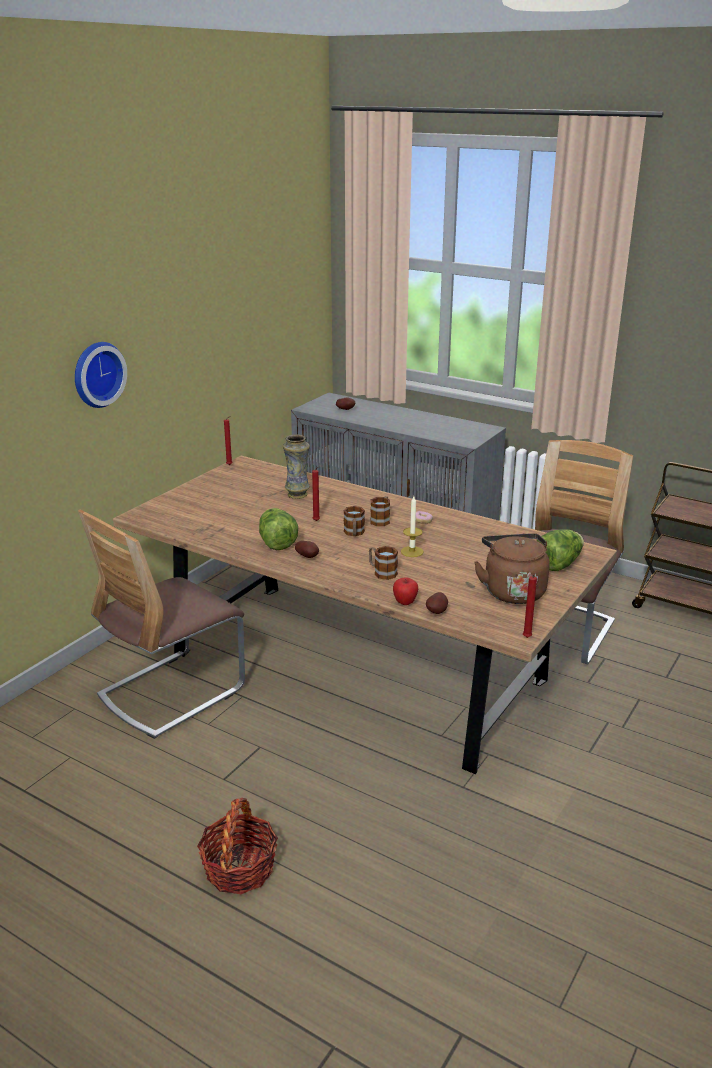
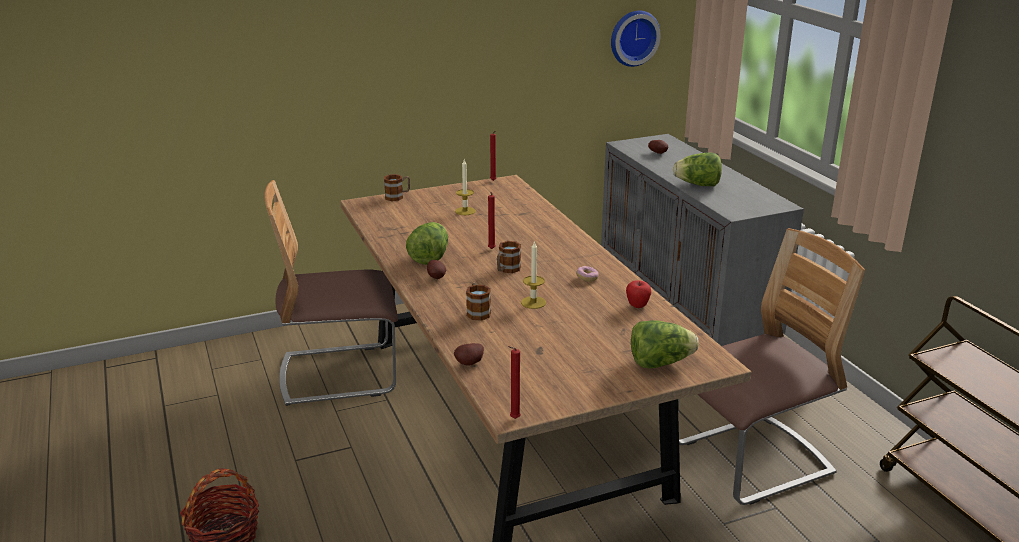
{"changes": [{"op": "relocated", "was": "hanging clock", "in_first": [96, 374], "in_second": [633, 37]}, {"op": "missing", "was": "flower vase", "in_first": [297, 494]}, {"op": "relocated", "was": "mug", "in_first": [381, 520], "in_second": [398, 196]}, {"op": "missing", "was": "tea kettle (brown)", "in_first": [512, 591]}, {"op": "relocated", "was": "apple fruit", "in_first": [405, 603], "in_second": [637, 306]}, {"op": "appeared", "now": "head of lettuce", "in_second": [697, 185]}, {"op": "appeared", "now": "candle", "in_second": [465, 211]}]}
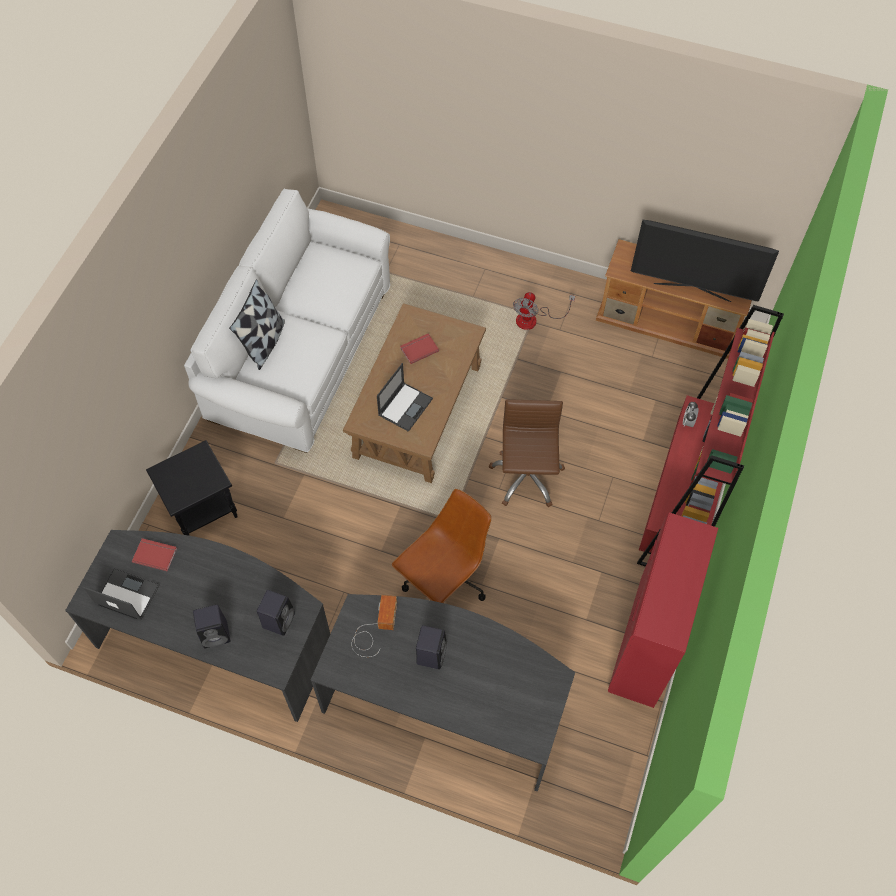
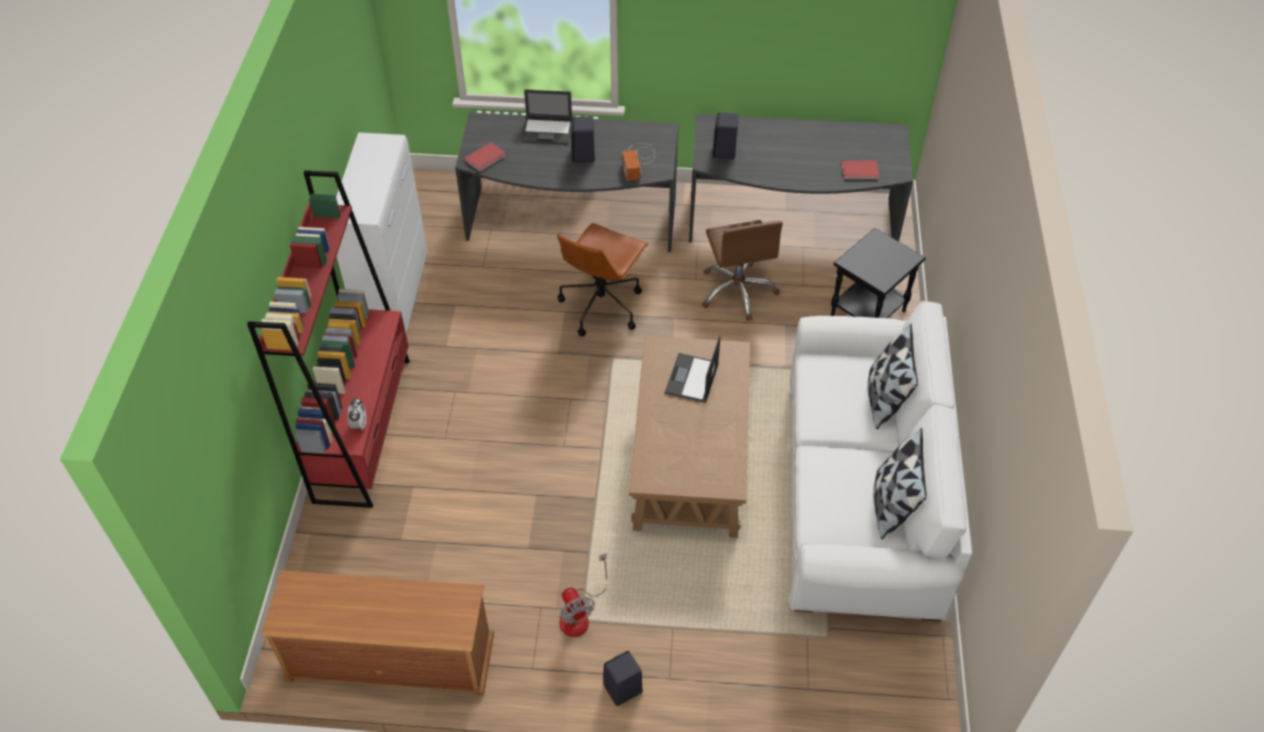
{"changes": [{"op": "missing", "was": "television", "in_first": [692, 291]}, {"op": "spun", "was": "electric fan", "in_first": [533, 319], "in_second": [579, 614], "clockwise": 150}, {"op": "relocated", "was": "book (red-coloured)", "in_first": [418, 349], "in_second": [486, 158]}, {"op": "relocated", "was": "office chair (brown)", "in_first": [526, 477], "in_second": [737, 291]}, {"op": "colour", "was": "cabinet (red-coloured)", "now": "cabinet (white)", "in_first": [646, 645], "in_second": [395, 297]}, {"op": "relocated", "was": "laptop", "in_first": [126, 594], "in_second": [548, 131]}, {"op": "relocated", "was": "speaker (black-coloured)", "in_first": [216, 634], "in_second": [621, 689]}, {"op": "appeared", "now": "throw pillow", "in_second": [891, 504]}]}
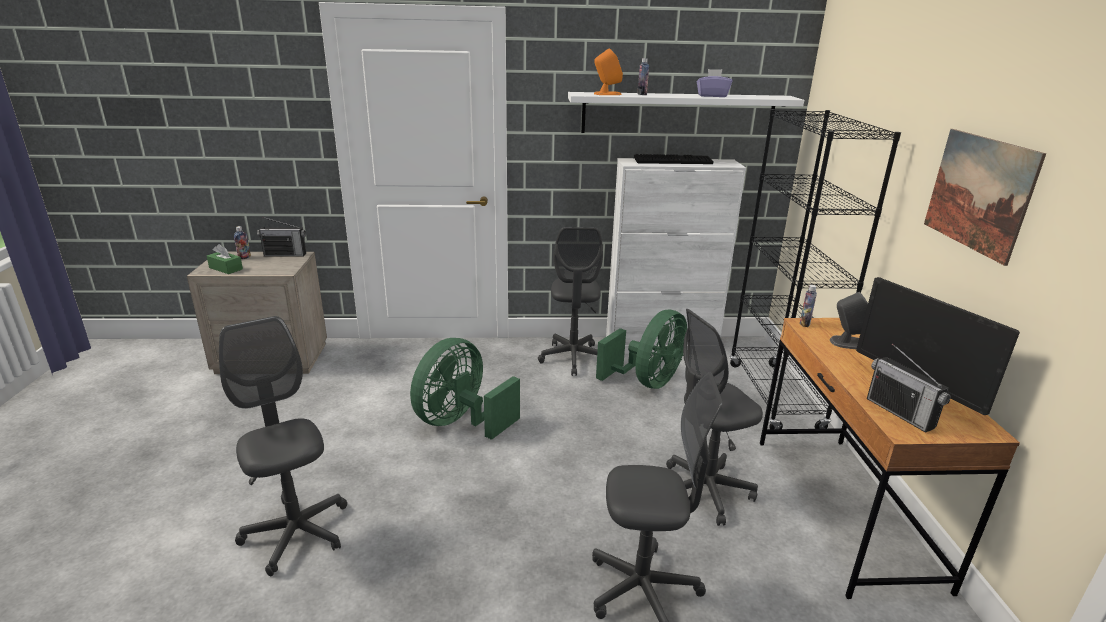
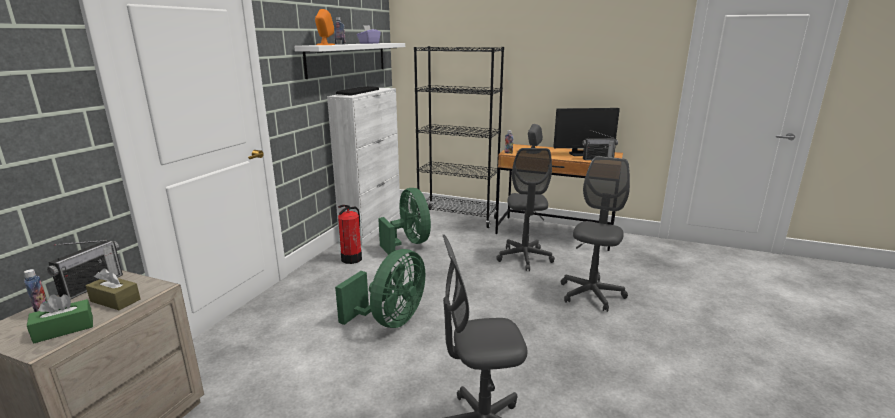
{"changes": [{"op": "missing", "was": "picture", "in_first": [978, 193]}, {"op": "exchanged", "was": "office chair (gray)", "now": "extinguisher", "in_first": [573, 358], "in_second": [352, 259]}, {"op": "spun", "was": "electric fan (greenish)", "in_first": [461, 422], "in_second": [390, 320], "clockwise": -120}, {"op": "appeared", "now": "box of tissues (brown)", "in_second": [115, 300]}]}
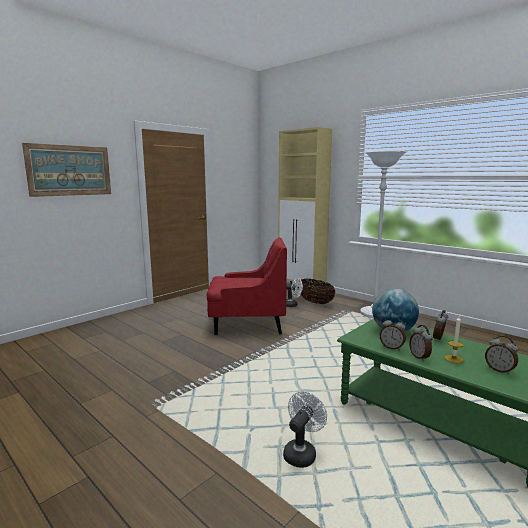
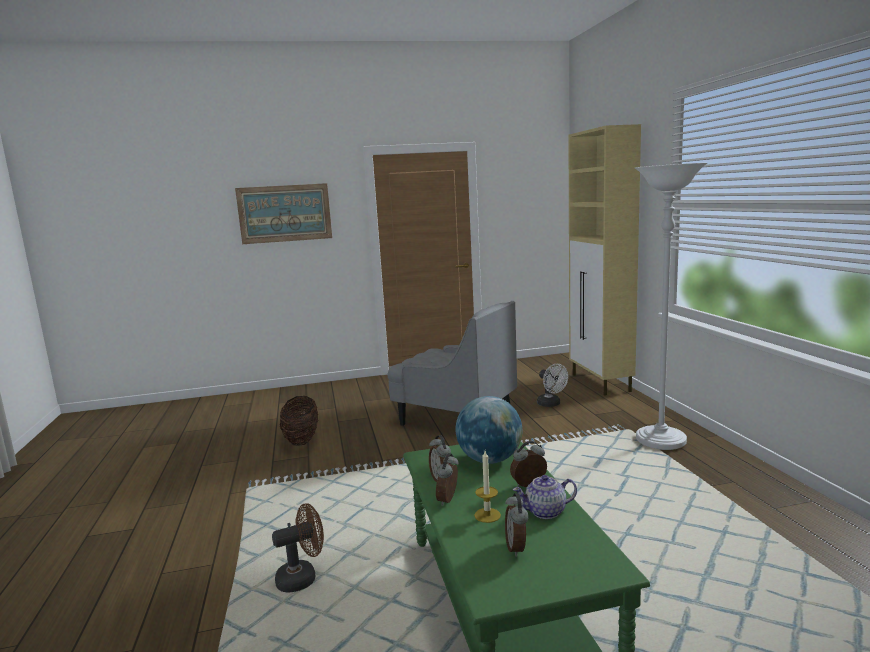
{"changes": [{"op": "colour", "was": "armchair (red-coloured)", "now": "armchair (gray)", "in_first": [247, 324], "in_second": [455, 419]}, {"op": "relocated", "was": "household basket", "in_first": [315, 302], "in_second": [301, 440]}, {"op": "colour", "was": "electric fan (white)", "now": "electric fan (brown)", "in_first": [301, 452], "in_second": [303, 578]}, {"op": "appeared", "now": "teapot", "in_second": [546, 512]}]}
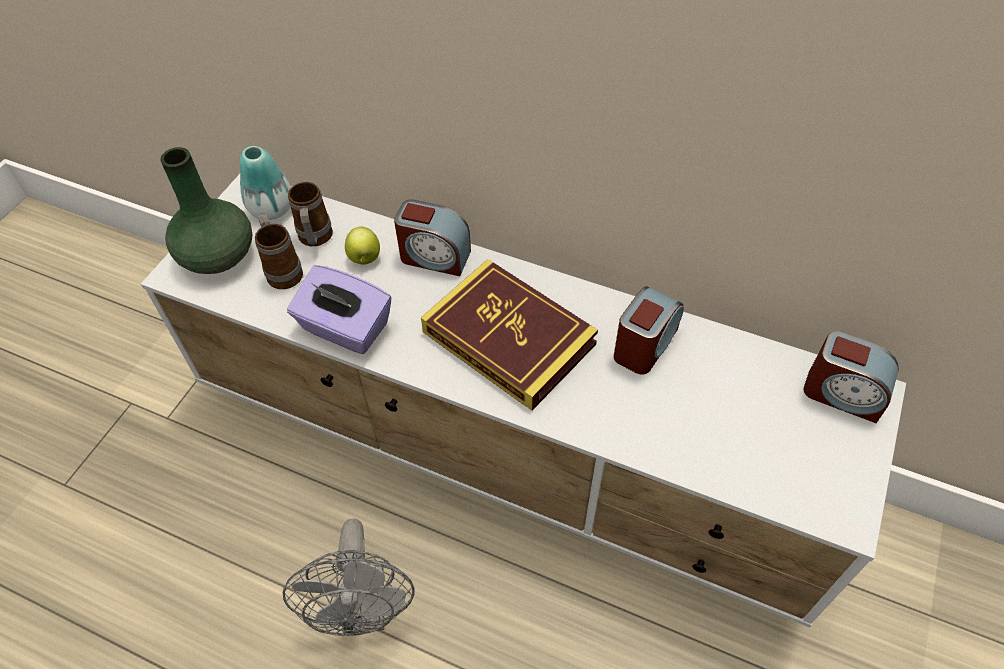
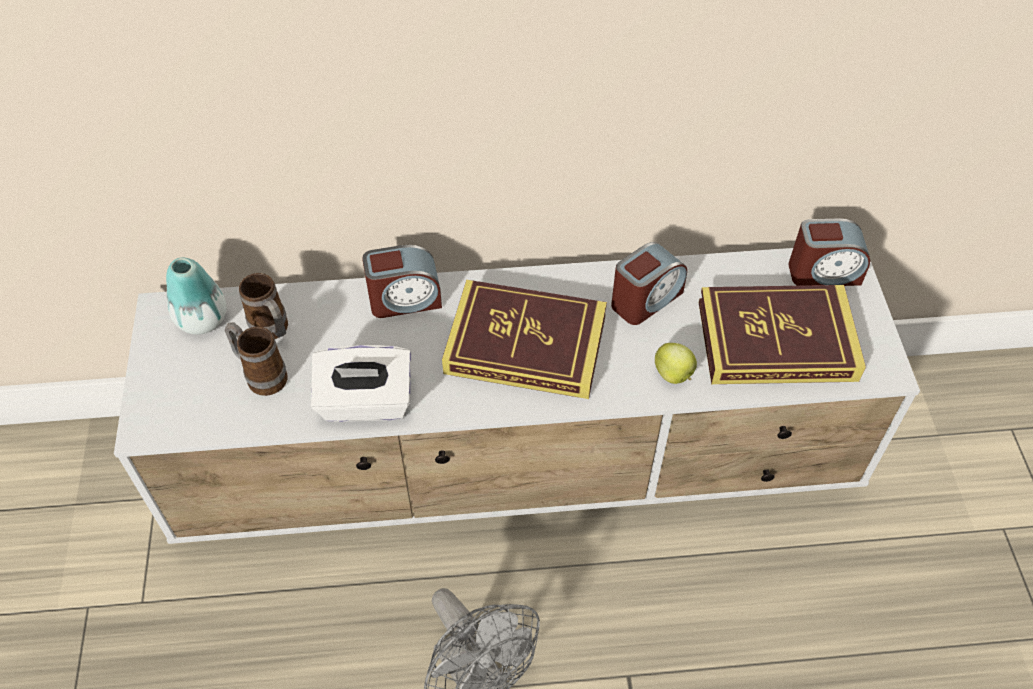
{"changes": [{"op": "missing", "was": "flower vase (greenish)", "in_first": [219, 255]}, {"op": "relocated", "was": "apple fruit", "in_first": [364, 258], "in_second": [674, 375]}, {"op": "colour", "was": "box of tissues (purplish)", "now": "box of tissues (white)", "in_first": [345, 328], "in_second": [365, 403]}, {"op": "spun", "was": "alarm clock", "in_first": [644, 344], "in_second": [645, 299], "clockwise": 45}, {"op": "appeared", "now": "book", "in_second": [776, 341]}]}
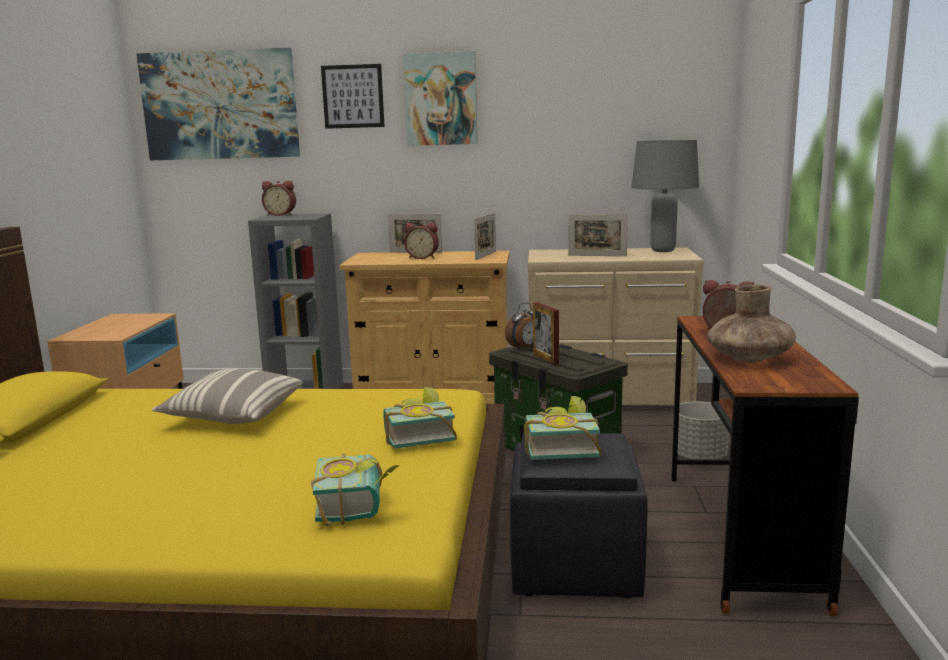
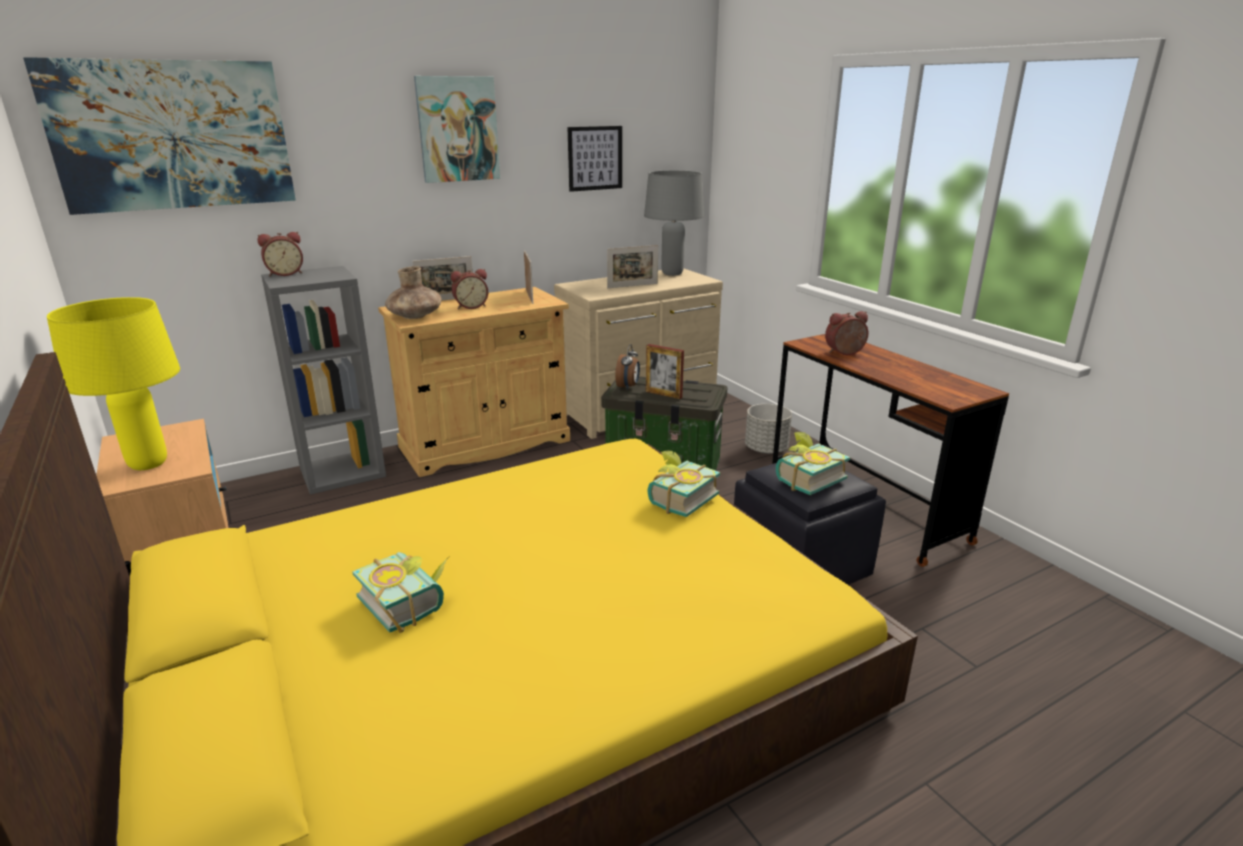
{"changes": [{"op": "relocated", "was": "picture", "in_first": [353, 96], "in_second": [595, 158]}, {"op": "relocated", "was": "flower vase (brown)", "in_first": [749, 358], "in_second": [415, 316]}, {"op": "missing", "was": "throw pillow", "in_first": [233, 415]}, {"op": "relocated", "was": "book", "in_first": [358, 505], "in_second": [409, 602]}, {"op": "appeared", "now": "table lamp (yellowish)", "in_second": [149, 464]}]}
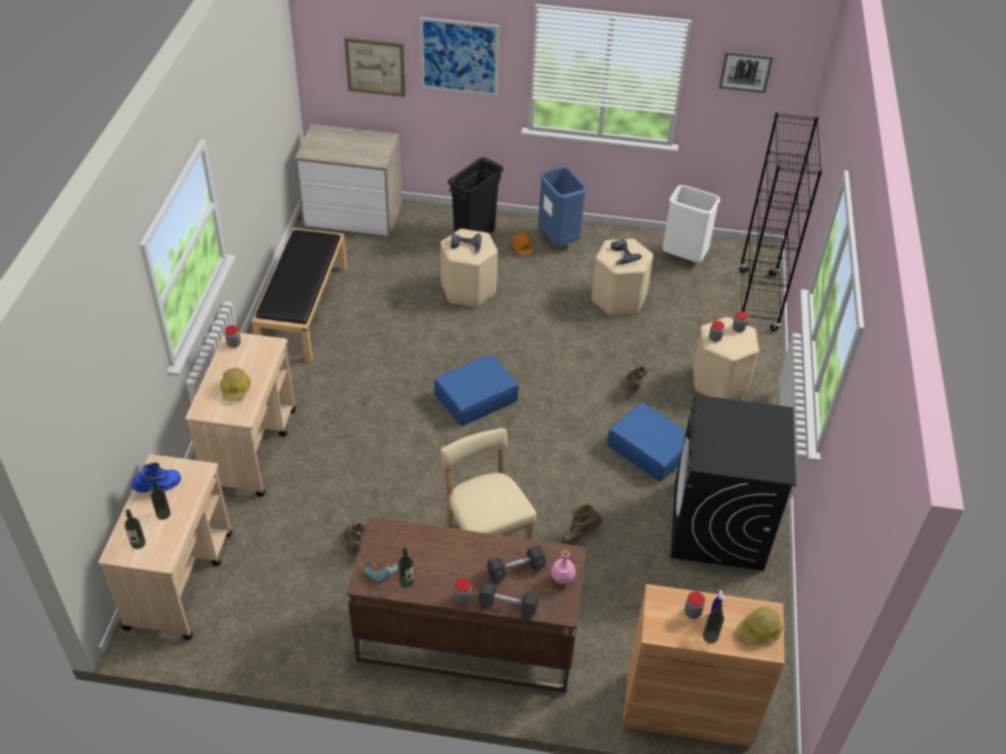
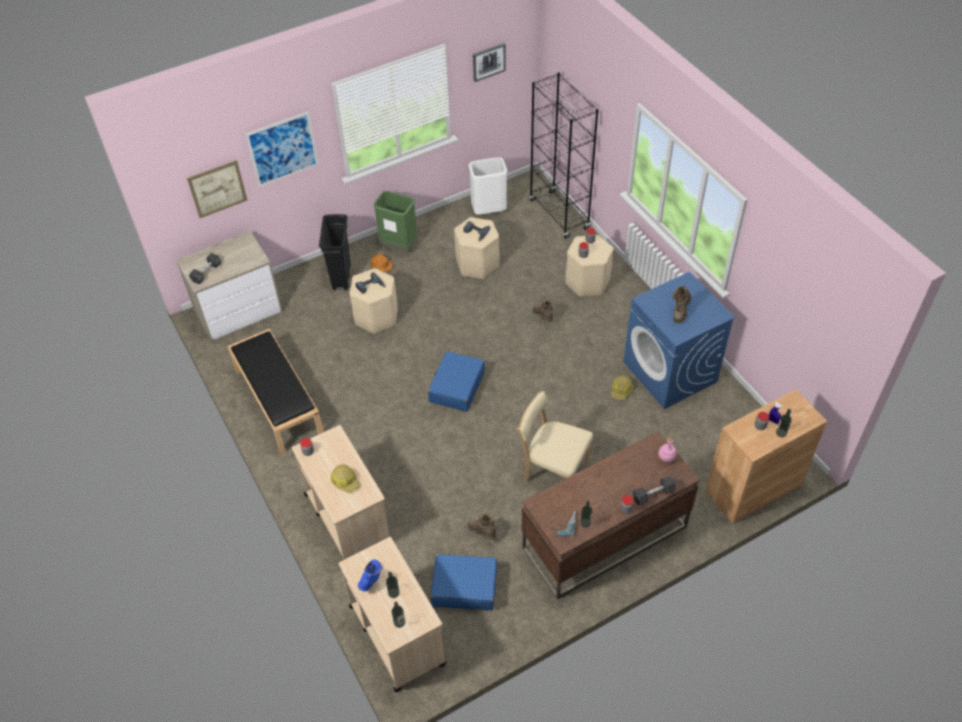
{"changes": [{"op": "colour", "was": "rubbish bin (blue)", "now": "rubbish bin (greenish)", "in_first": [558, 240], "in_second": [399, 246]}, {"op": "colour", "was": "laundry machine (black-coloured)", "now": "laundry machine (blue)", "in_first": [718, 526], "in_second": [670, 372]}, {"op": "relocated", "was": "piece of luggage (blue)", "in_first": [649, 449], "in_second": [464, 587]}, {"op": "relocated", "was": "tall boot (brown)", "in_first": [579, 535], "in_second": [680, 312]}, {"op": "relocated", "was": "dumbbell (black-coloured)", "in_first": [516, 569], "in_second": [206, 273]}, {"op": "relocated", "was": "hard hat", "in_first": [759, 630], "in_second": [621, 390]}]}
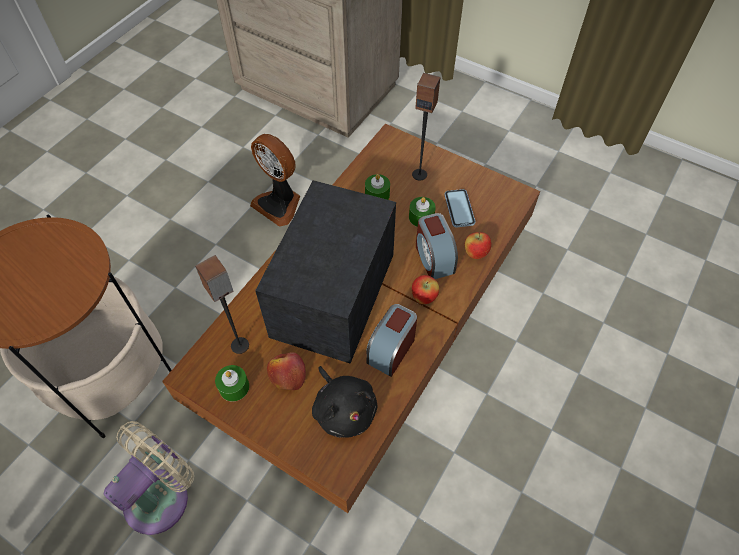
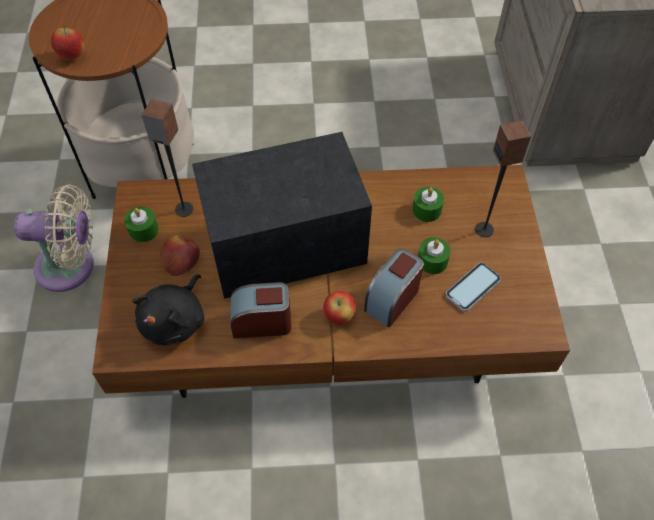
{"changes": [{"op": "missing", "was": "electric fan", "in_first": [279, 204]}, {"op": "relocated", "was": "apple fruit", "in_first": [475, 254], "in_second": [72, 56]}]}
